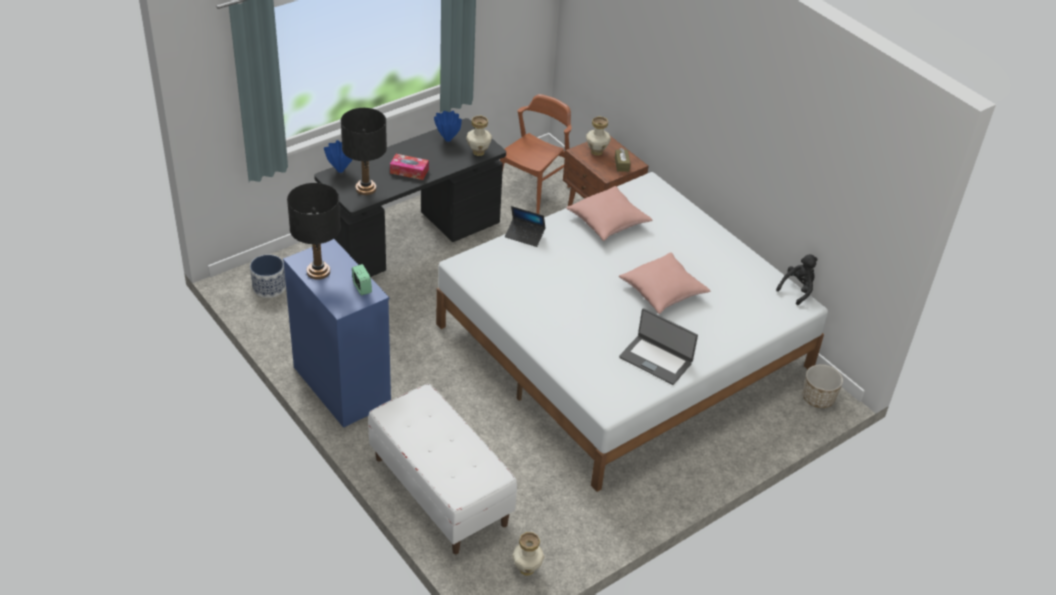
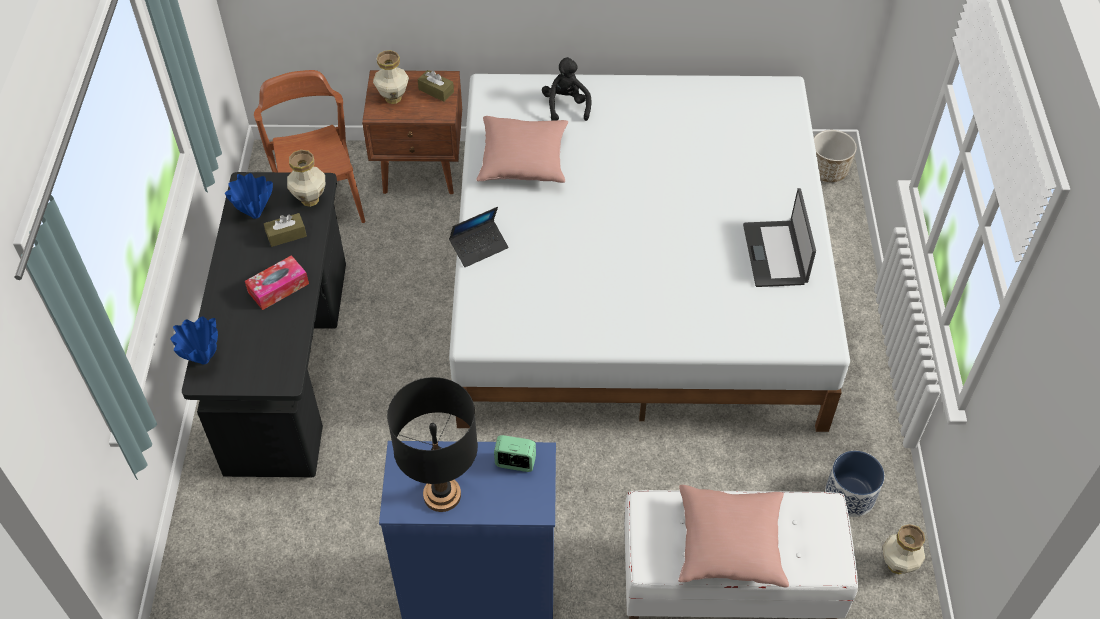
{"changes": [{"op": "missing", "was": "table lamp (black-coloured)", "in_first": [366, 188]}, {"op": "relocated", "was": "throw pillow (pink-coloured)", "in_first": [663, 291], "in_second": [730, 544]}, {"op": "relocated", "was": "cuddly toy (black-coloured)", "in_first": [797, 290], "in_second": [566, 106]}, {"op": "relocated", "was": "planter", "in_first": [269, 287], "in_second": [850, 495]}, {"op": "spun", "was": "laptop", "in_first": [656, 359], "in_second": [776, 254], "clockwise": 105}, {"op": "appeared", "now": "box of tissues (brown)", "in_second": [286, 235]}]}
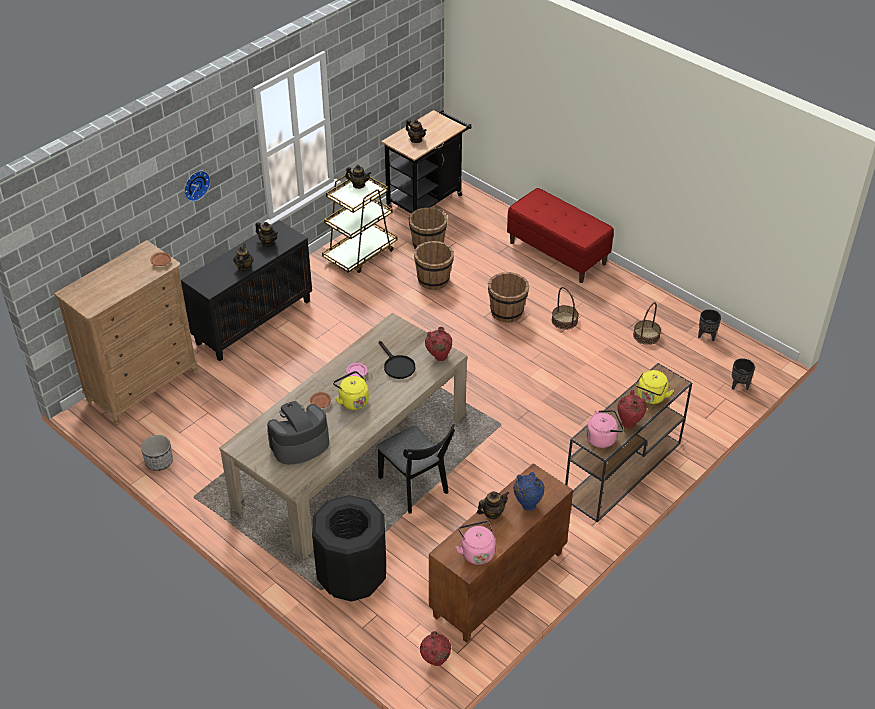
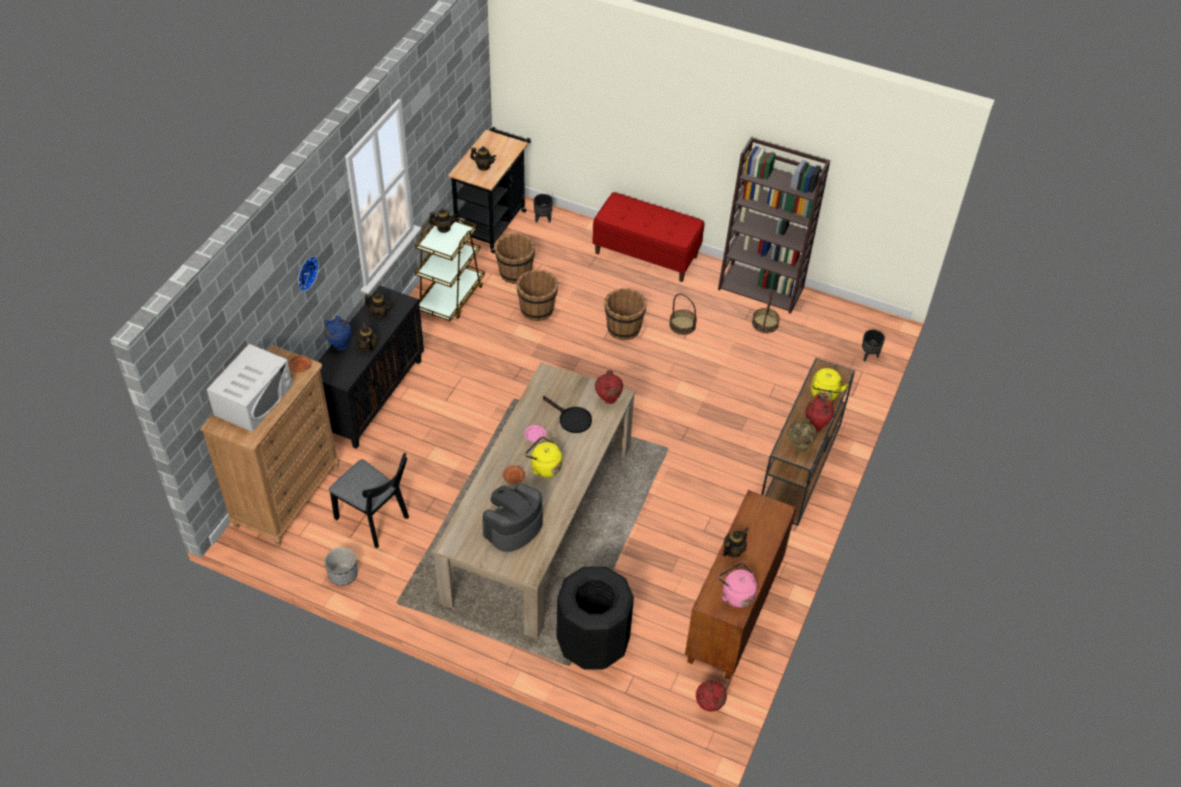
{"changes": [{"op": "relocated", "was": "planter (black-coloured)", "in_first": [706, 336], "in_second": [542, 219]}, {"op": "exchanged", "was": "tea kettle (pink-coloured)", "now": "flower vase (beige-coloured)", "in_first": [603, 438], "in_second": [799, 447]}, {"op": "relocated", "was": "chair (black-coloured)", "in_first": [416, 488], "in_second": [375, 521]}, {"op": "relocated", "was": "flower vase (blue)", "in_first": [527, 504], "in_second": [340, 345]}, {"op": "appeared", "now": "bookcase (brown)", "in_second": [762, 288]}, {"op": "appeared", "now": "microwave oven (white)", "in_second": [254, 400]}]}
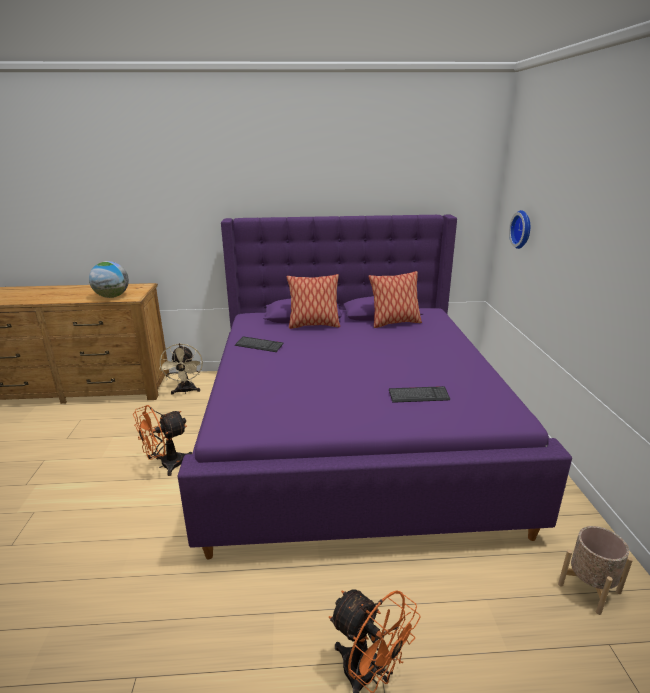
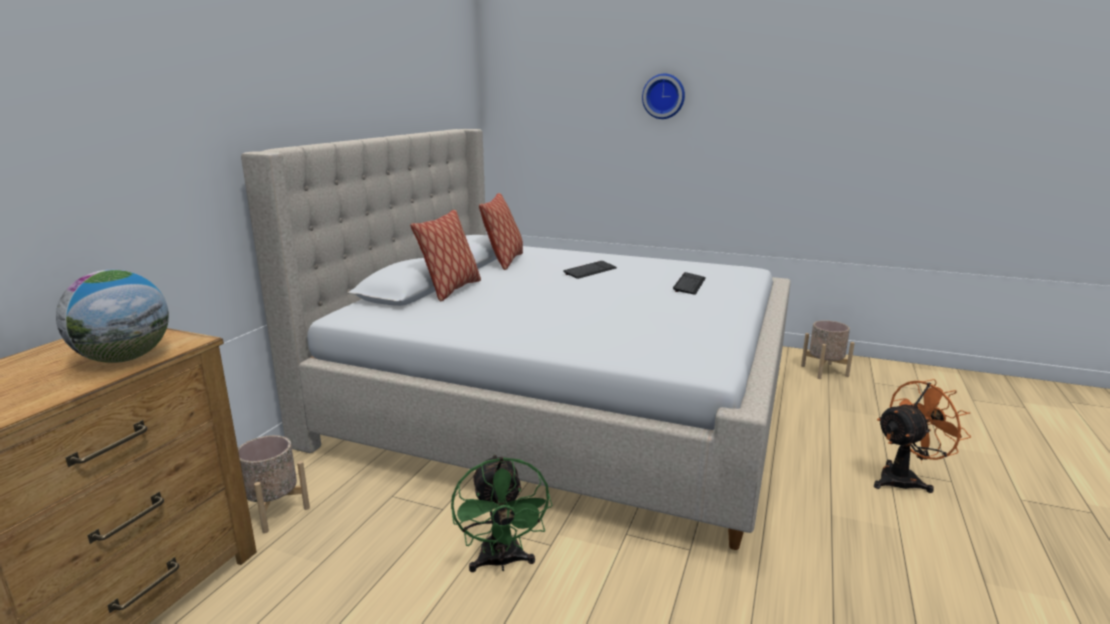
{"changes": [{"op": "relocated", "was": "hanging clock", "in_first": [523, 229], "in_second": [664, 96]}, {"op": "colour", "was": "bedroom bed (purplish)", "now": "bedroom bed (beige-coloured)", "in_first": [352, 435], "in_second": [561, 402]}, {"op": "relocated", "was": "keyboard", "in_first": [259, 345], "in_second": [590, 271]}, {"op": "exchanged", "was": "electric fan (beige-coloured)", "now": "planter (beige-coloured)", "in_first": [185, 391], "in_second": [273, 511]}, {"op": "colour", "was": "electric fan (orange)", "now": "electric fan (greenish)", "in_first": [166, 465], "in_second": [501, 562]}]}
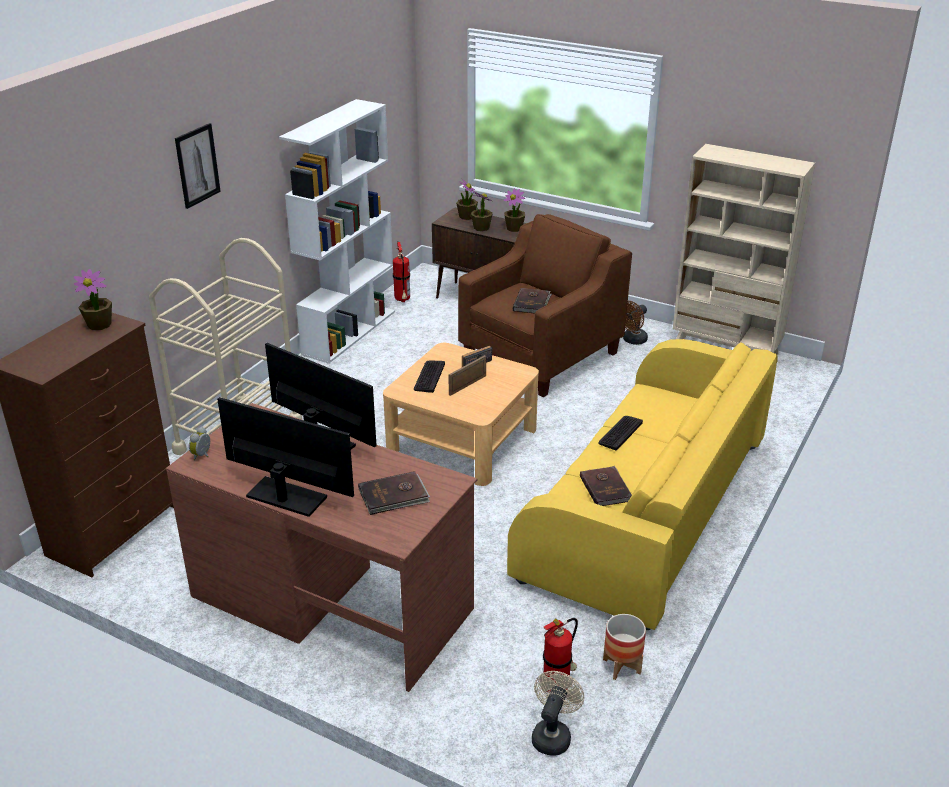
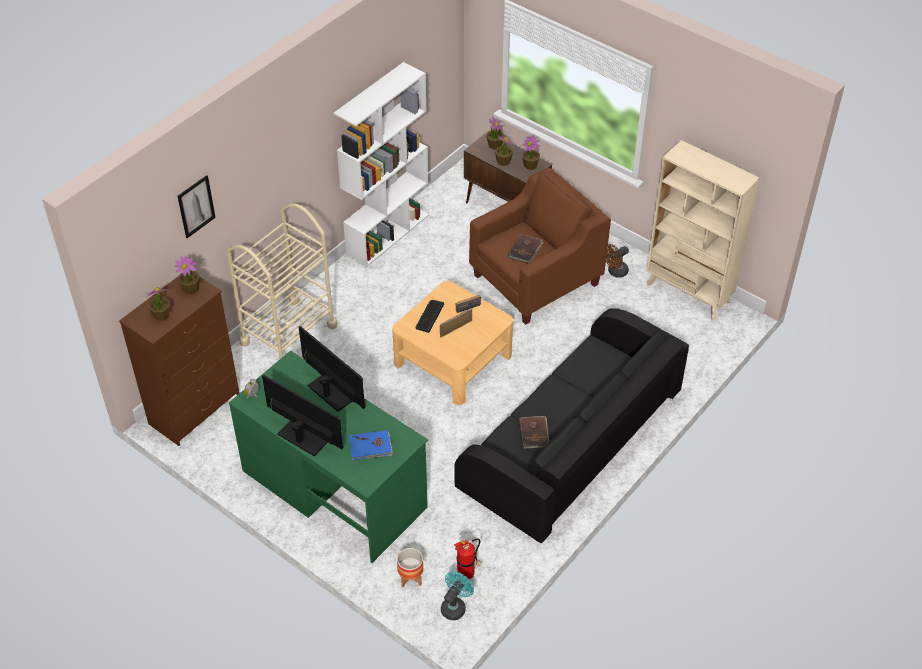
{"changes": [{"op": "relocated", "was": "picture", "in_first": [197, 165], "in_second": [196, 206]}, {"op": "missing", "was": "extinguisher", "in_first": [402, 300]}, {"op": "colour", "was": "settee (yellowish)", "now": "settee (black-coloured)", "in_first": [647, 509], "in_second": [571, 442]}, {"op": "colour", "was": "desk unit (brown)", "now": "desk unit (greenish)", "in_first": [331, 601], "in_second": [334, 488]}, {"op": "missing", "was": "keyboard", "in_first": [620, 433]}, {"op": "colour", "was": "book (brown)", "now": "book (blue)", "in_first": [394, 496], "in_second": [370, 447]}, {"op": "relocated", "was": "planter", "in_first": [622, 666], "in_second": [410, 578]}, {"op": "colour", "was": "electric fan (beige-coloured)", "now": "electric fan (turquoise-coloured)", "in_first": [553, 734], "in_second": [455, 606]}, {"op": "appeared", "now": "plant in a pot", "in_second": [161, 315]}]}
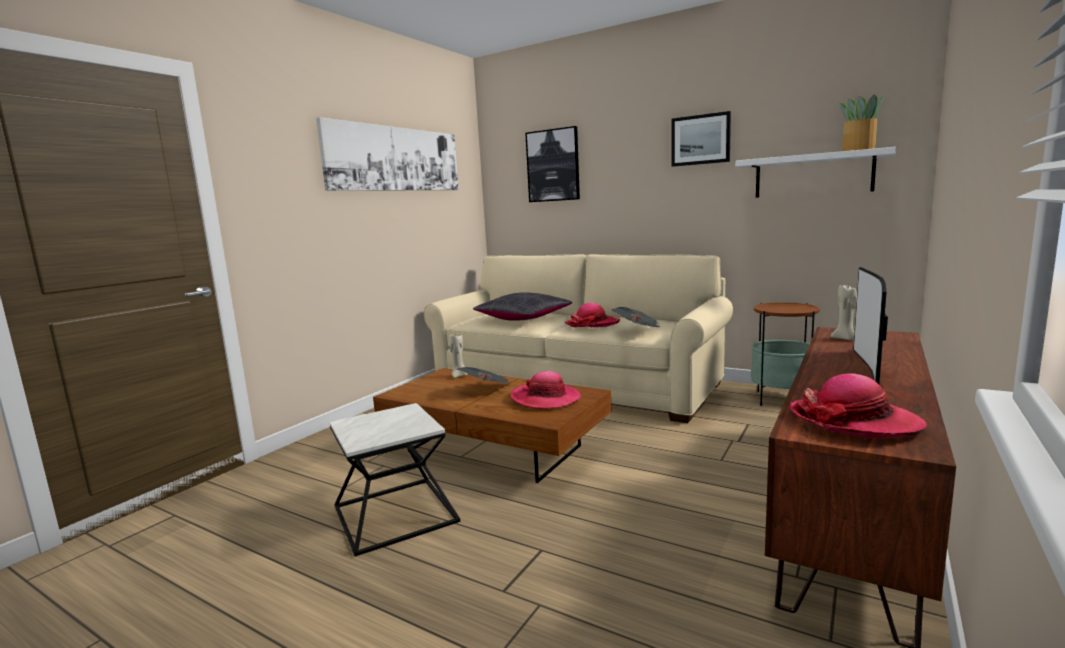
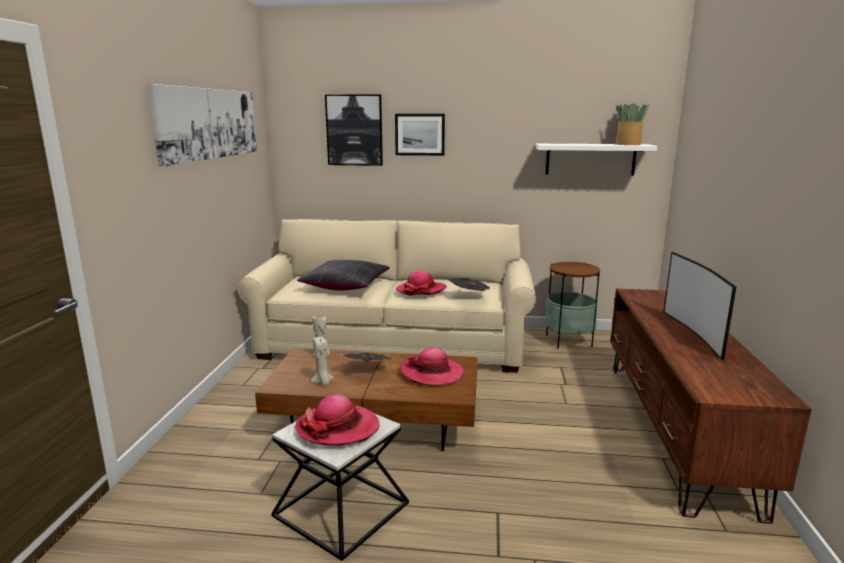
{"changes": [{"op": "relocated", "was": "picture", "in_first": [700, 139], "in_second": [420, 134]}, {"op": "relocated", "was": "candle (beige-coloured)", "in_first": [845, 339], "in_second": [323, 382]}, {"op": "relocated", "was": "wearable hat", "in_first": [853, 420], "in_second": [338, 428]}]}
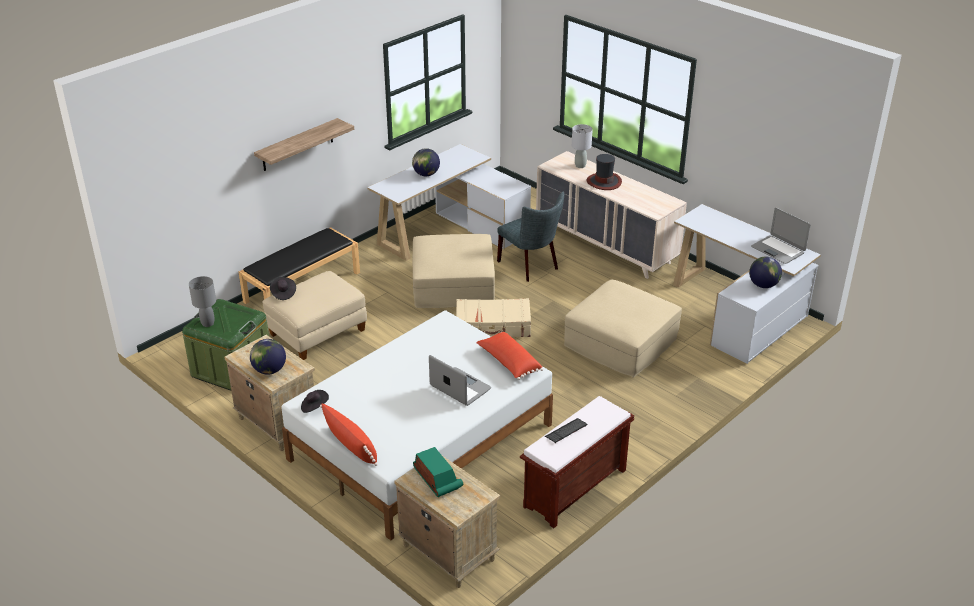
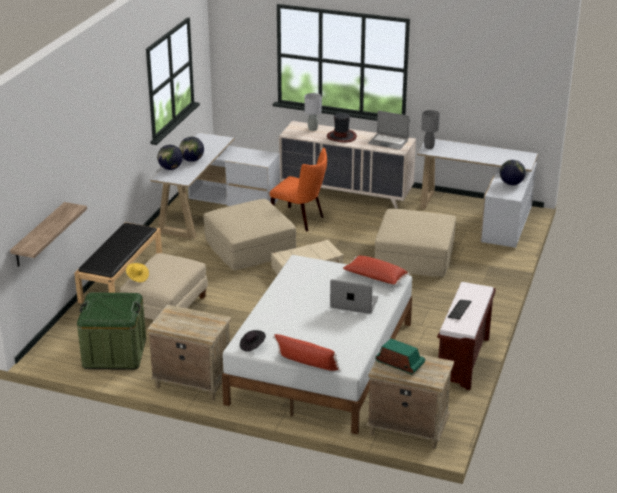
{"changes": [{"op": "relocated", "was": "wall shelf", "in_first": [297, 145], "in_second": [39, 235]}, {"op": "colour", "was": "chair (gray)", "now": "chair (orange)", "in_first": [531, 266], "in_second": [300, 220]}, {"op": "relocated", "was": "laptop", "in_first": [778, 250], "in_second": [388, 142]}, {"op": "relocated", "was": "table lamp (gray)", "in_first": [207, 323], "in_second": [429, 147]}, {"op": "colour", "was": "wearable hat (black-coloured)", "now": "wearable hat (yellowish)", "in_first": [283, 293], "in_second": [137, 277]}, {"op": "relocated", "was": "desk globe", "in_first": [269, 370], "in_second": [170, 168]}]}
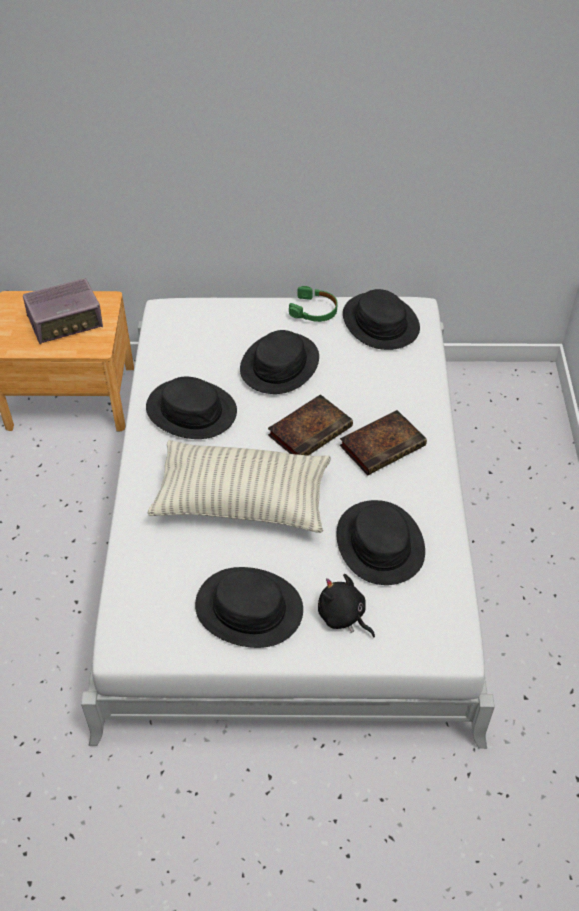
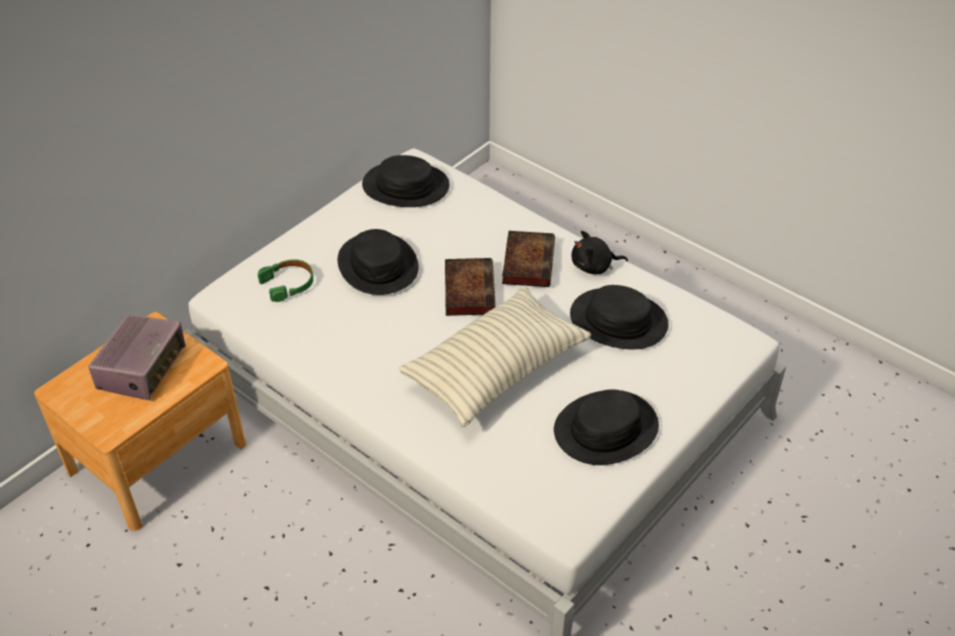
{"changes": [{"op": "relocated", "was": "pair of headphones (greenish)", "in_first": [314, 310], "in_second": [288, 284]}, {"op": "missing", "was": "wearable hat (black-coloured)", "in_first": [191, 410]}, {"op": "relocated", "was": "cuddly toy (black-coloured)", "in_first": [343, 616], "in_second": [594, 266]}]}
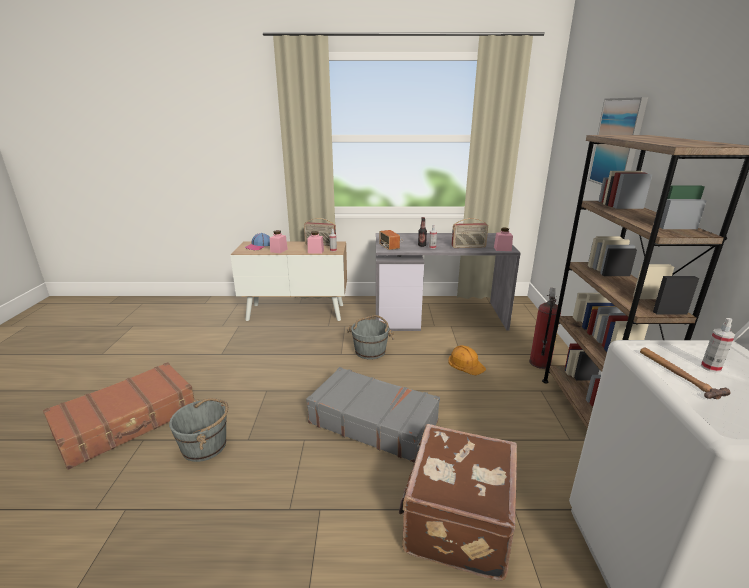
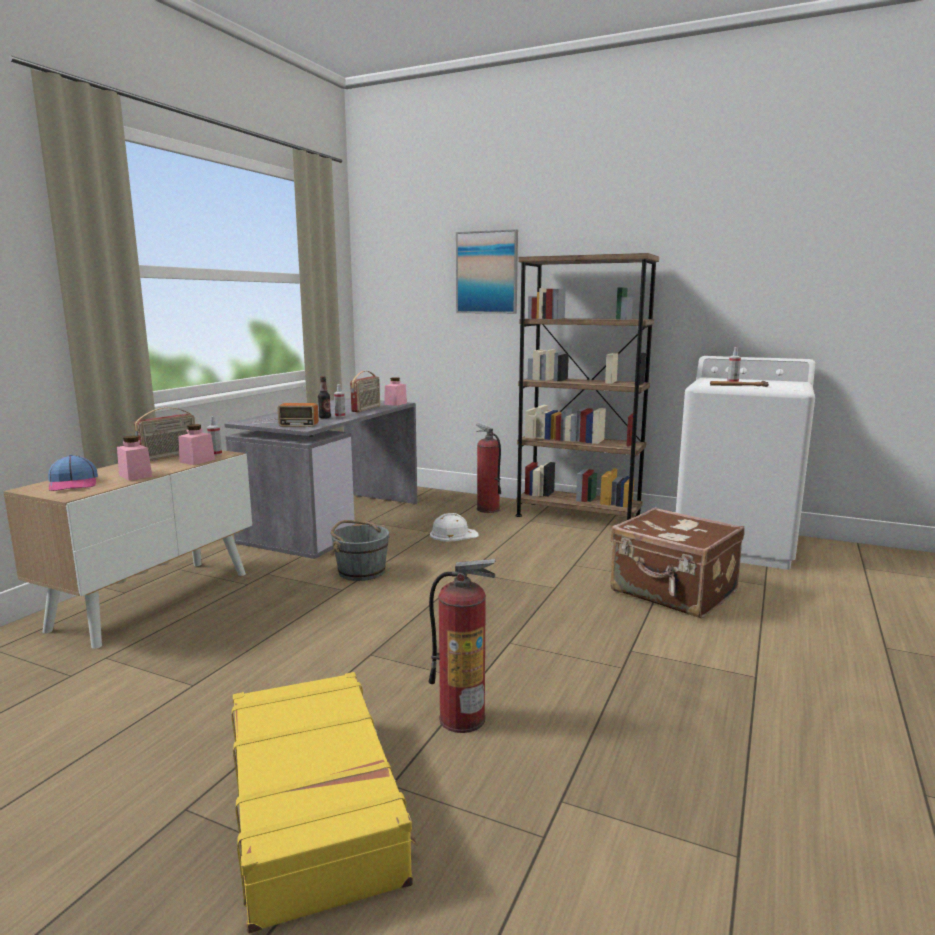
{"changes": [{"op": "colour", "was": "hard hat (orange)", "now": "hard hat (white)", "in_first": [466, 363], "in_second": [453, 534]}, {"op": "colour", "was": "piece of luggage (brown)", "now": "piece of luggage (yellowish)", "in_first": [128, 422], "in_second": [316, 806]}, {"op": "missing", "was": "piece of luggage (gray)", "in_first": [373, 421]}, {"op": "exchanged", "was": "water bucket (gray)", "now": "extinguisher", "in_first": [205, 446], "in_second": [462, 718]}]}
